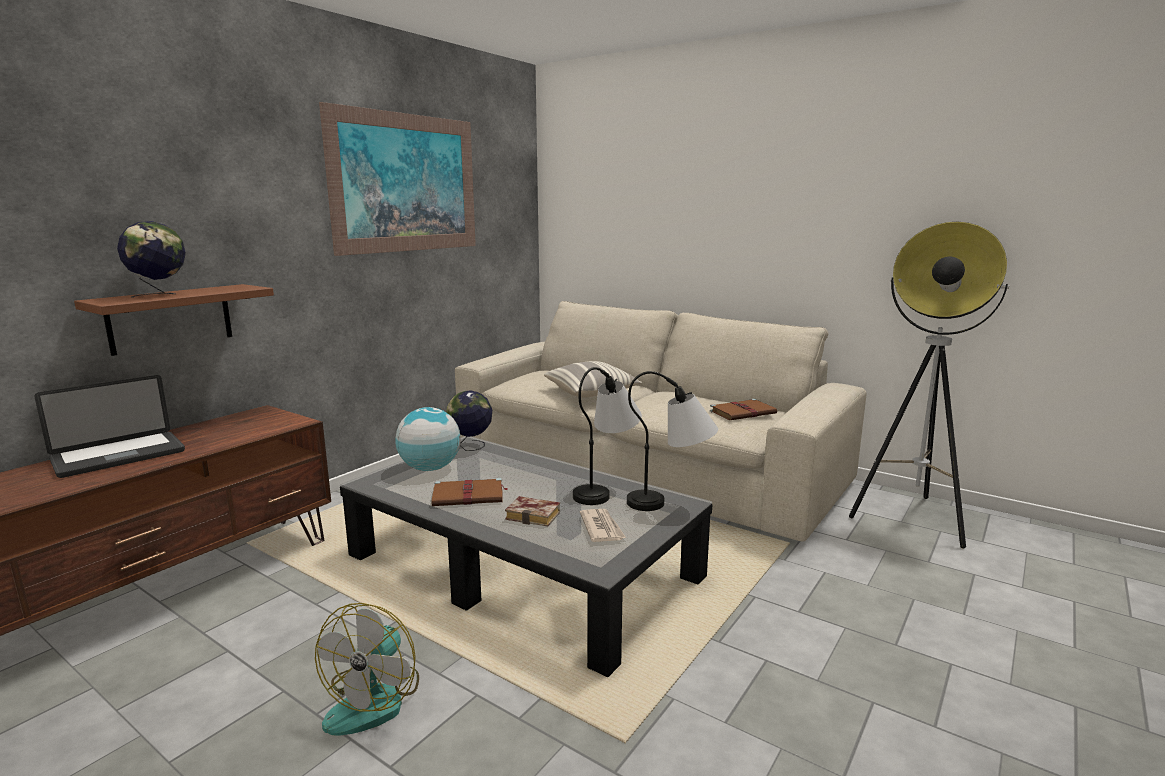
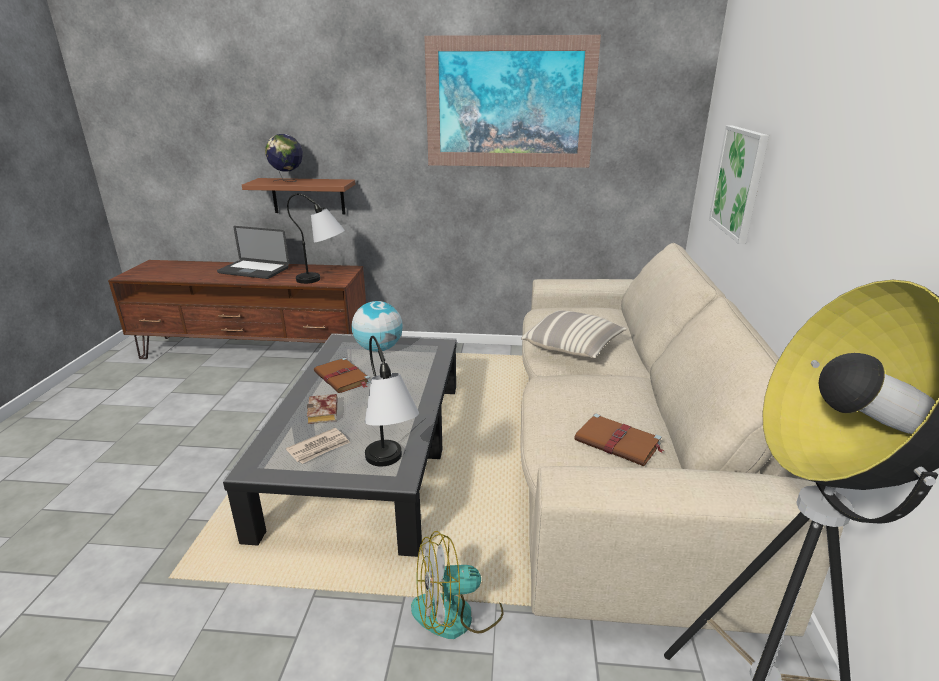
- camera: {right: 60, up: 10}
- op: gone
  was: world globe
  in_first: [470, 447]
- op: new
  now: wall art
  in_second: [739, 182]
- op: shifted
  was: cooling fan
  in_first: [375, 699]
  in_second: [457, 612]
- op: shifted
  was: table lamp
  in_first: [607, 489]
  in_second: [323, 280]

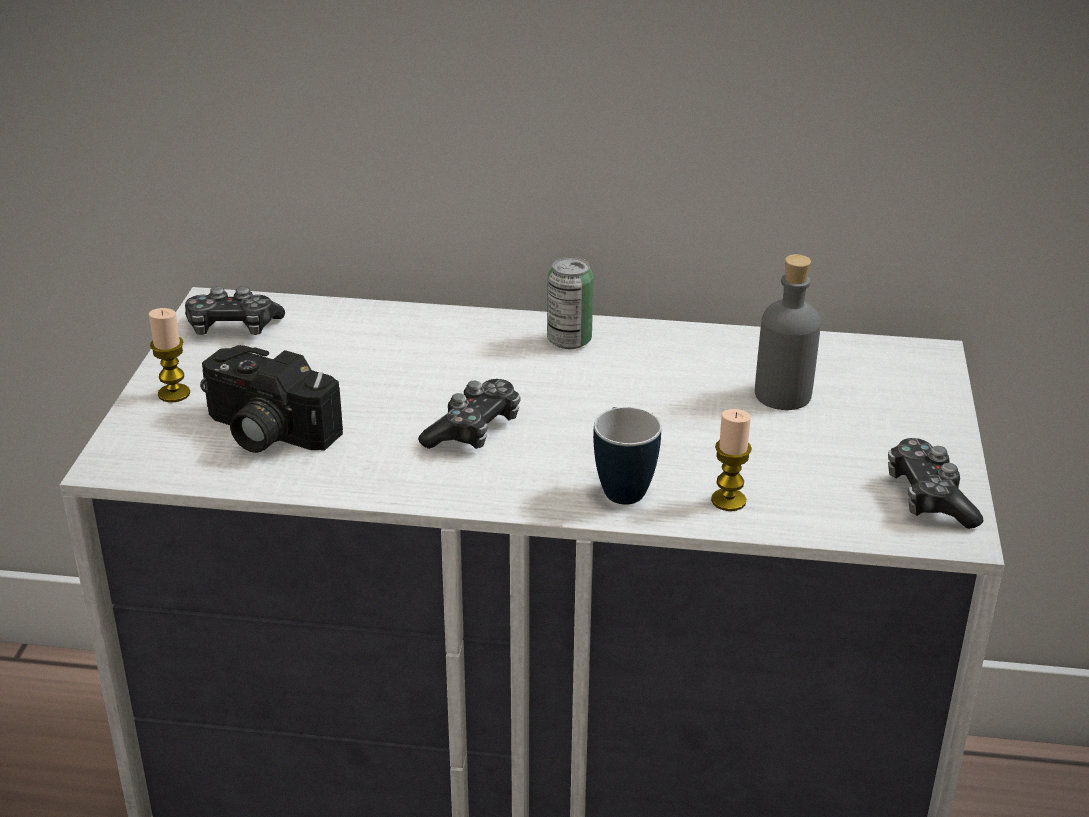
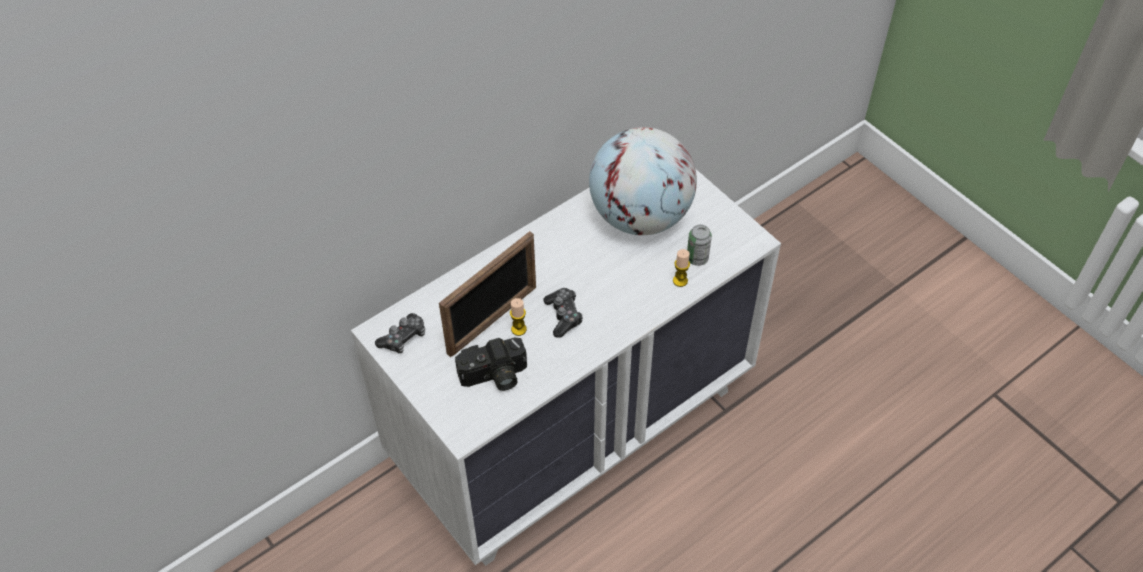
- camera: {right: -45, up: 20}
- op: gone
  was: mug
  in_first: [621, 487]
- op: gone
  was: gamepad
  in_first: [929, 498]
- op: new
  now: picture frame
  in_second: [493, 320]
- op: shifted
  was: candle
  in_first: [174, 394]
  in_second: [518, 329]
- op: shifted
  was: can
  in_first: [569, 340]
  in_second: [697, 258]
- op: swapped
  was: beverage bottle in greyish
  now: world globe
  in_first: [783, 395]
  in_second: [640, 216]

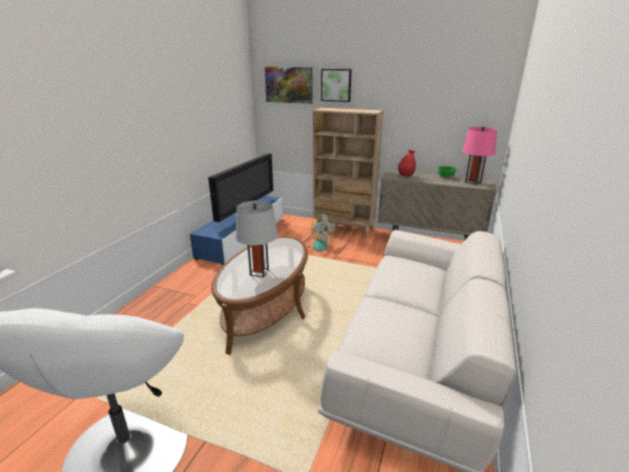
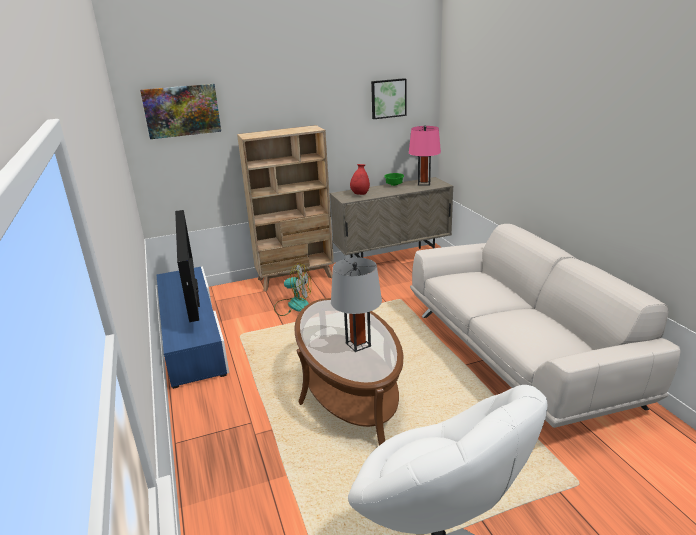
- camera: {right: -40, up: 0}
- op: shifted
  was: wall art
  in_first: [336, 85]
  in_second: [388, 98]

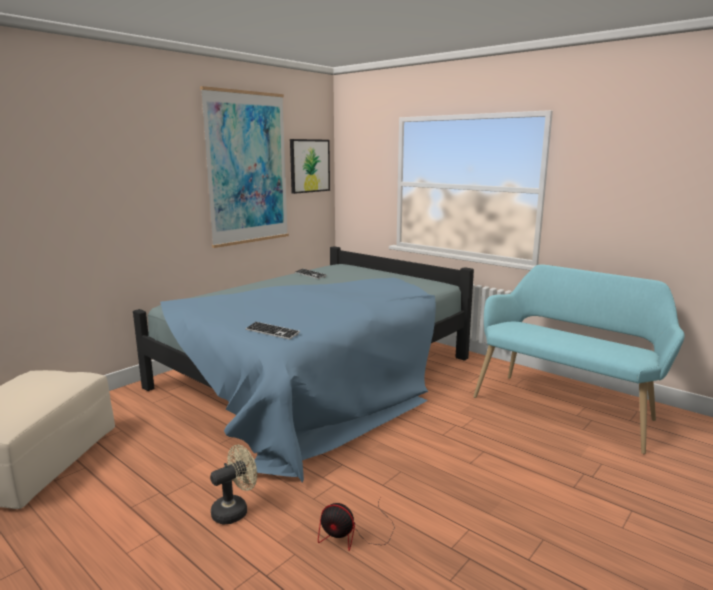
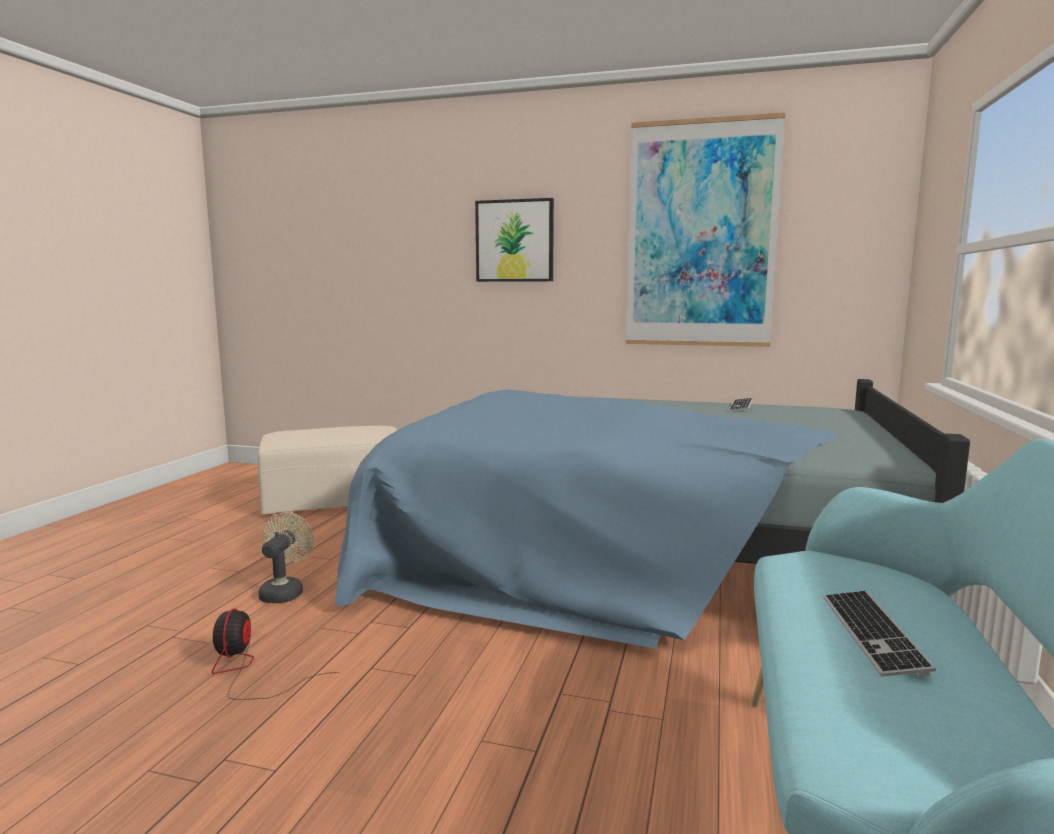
- camera: {right: 65, up: -5}
- op: shifted
  was: keyboard
  in_first: [272, 332]
  in_second: [872, 634]
- op: shifted
  was: wall art
  in_first: [309, 166]
  in_second: [514, 241]
- op: rotated
  was: cooling fan in sand-coloured
  in_first: [235, 510]
  in_second: [284, 591]
  clockwise: -105

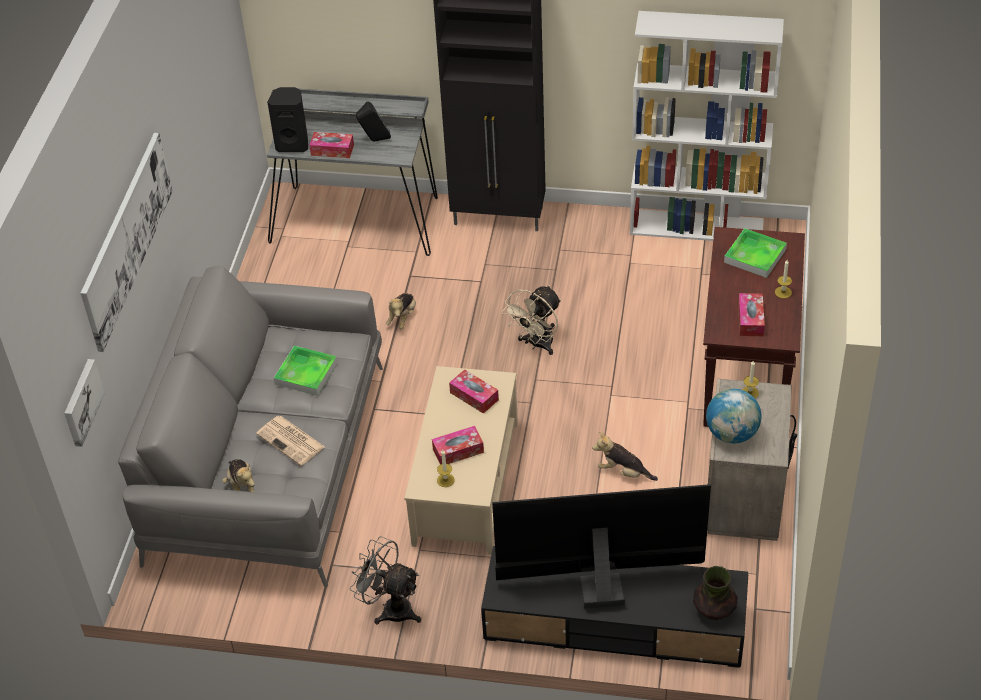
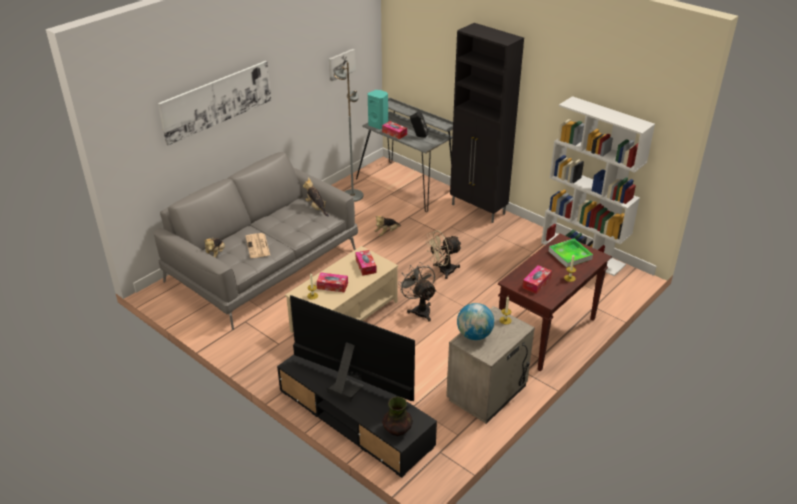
- camera: {right: 30, up: -10}
- op: gone
  was: carrying tray
  in_first: [306, 373]
- op: new
  now: standing lamp in greyish
  in_second: [352, 196]
- op: shifted
  was: wall art
  in_first: [81, 402]
  in_second: [341, 64]
- op: shifted
  was: cooling fan in greyish
  in_first: [390, 608]
  in_second: [419, 309]
- op: shifted
  was: cuddly toy
  in_first: [623, 472]
  in_second: [316, 208]
- op: repainted
  was: loudspeaker in blackish
  now: loudspeaker in turquoise
  in_first: [293, 144]
  in_second: [379, 125]

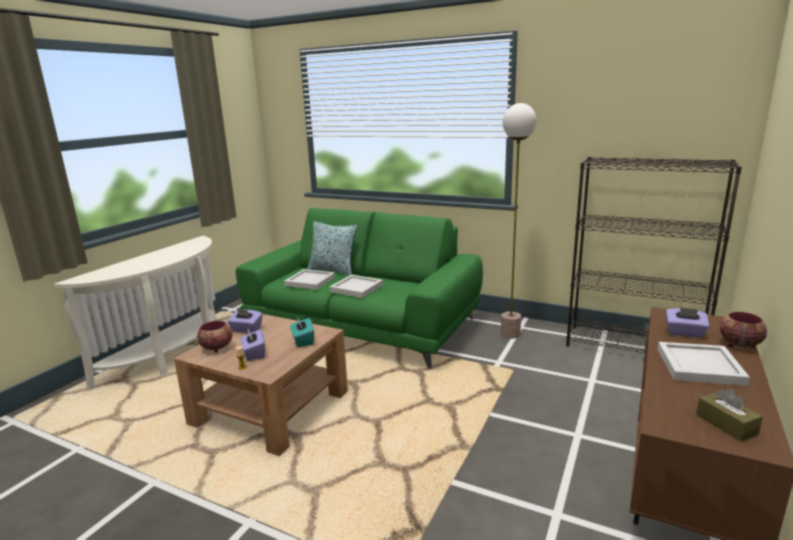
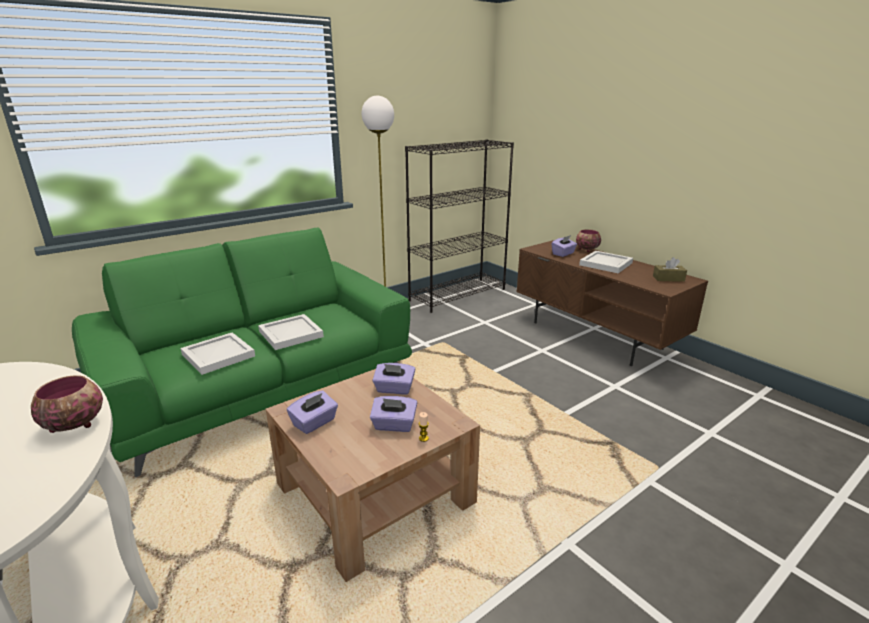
- camera: {right: -65, up: 5}
- op: gone
  was: pillow
  in_first: [333, 271]
- op: shifted
  was: serving bowl
  in_first: [217, 348]
  in_second: [74, 424]
- op: repainted
  was: box of tissues in turquoise
  now: box of tissues in purplish
  in_first: [303, 340]
  in_second: [394, 389]

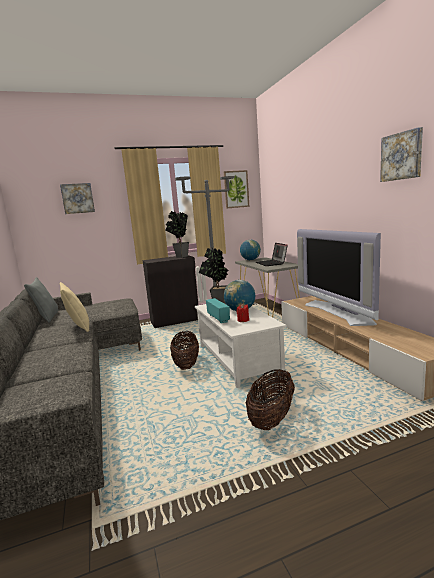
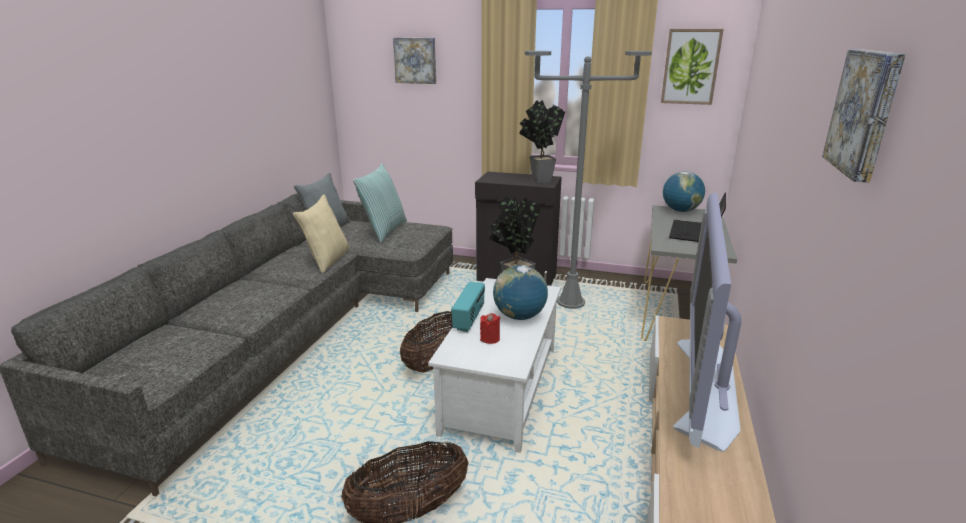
- camera: {right: 35, up: 10}
- op: new
  now: pillow
  in_second: [383, 231]

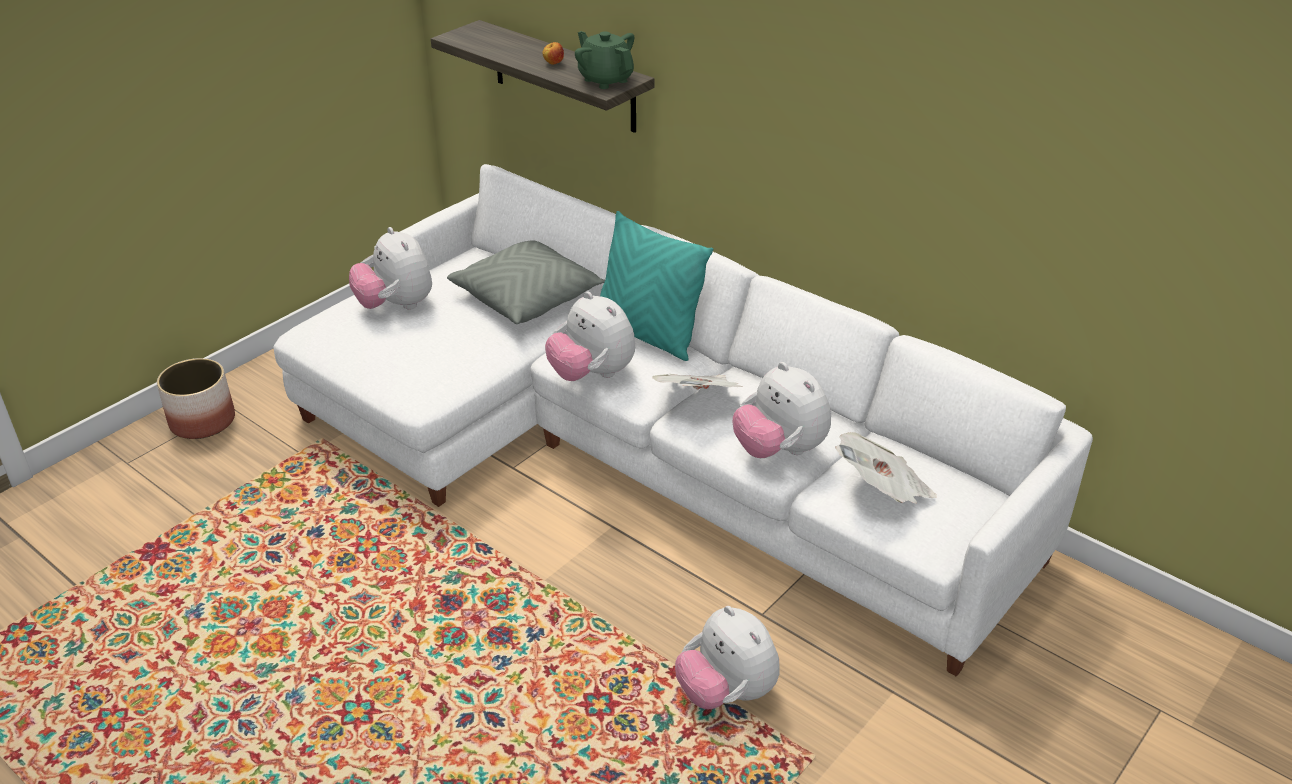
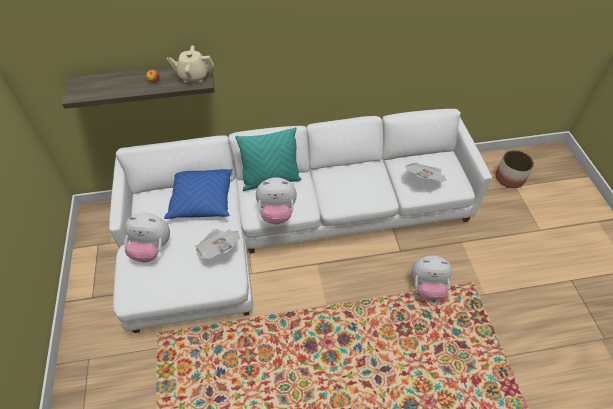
- camera: {right: -50, up: 15}
- op: gone
  was: cuddly toy
  in_first: [779, 450]
- op: shifted
  was: flower pot
  in_first: [203, 421]
  in_second: [509, 178]
- op: shifted
  was: printed paper
  in_first: [698, 400]
  in_second: [219, 249]
- op: repainted
  was: pillow in greyish
  now: pillow in bluish
  in_first: [528, 297]
  in_second: [202, 200]
- op: repainted
  was: tea pot in greenish
  now: tea pot in sand-coloured
  in_first: [605, 80]
  in_second: [193, 76]

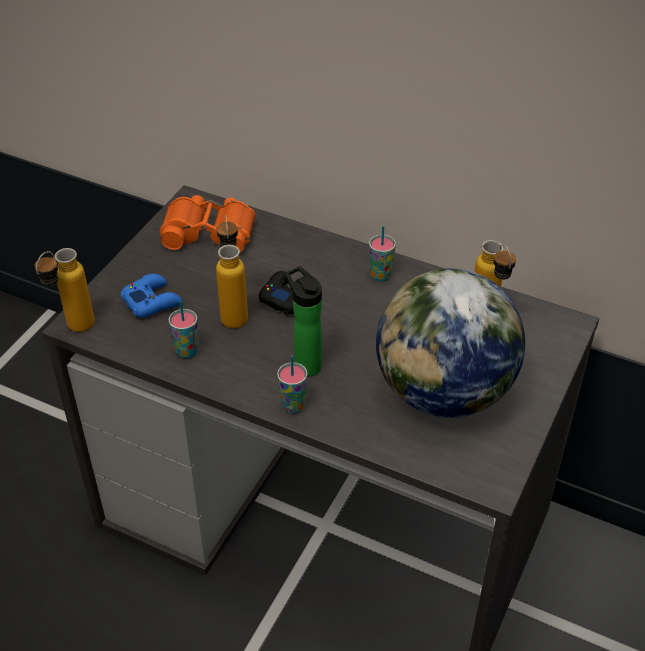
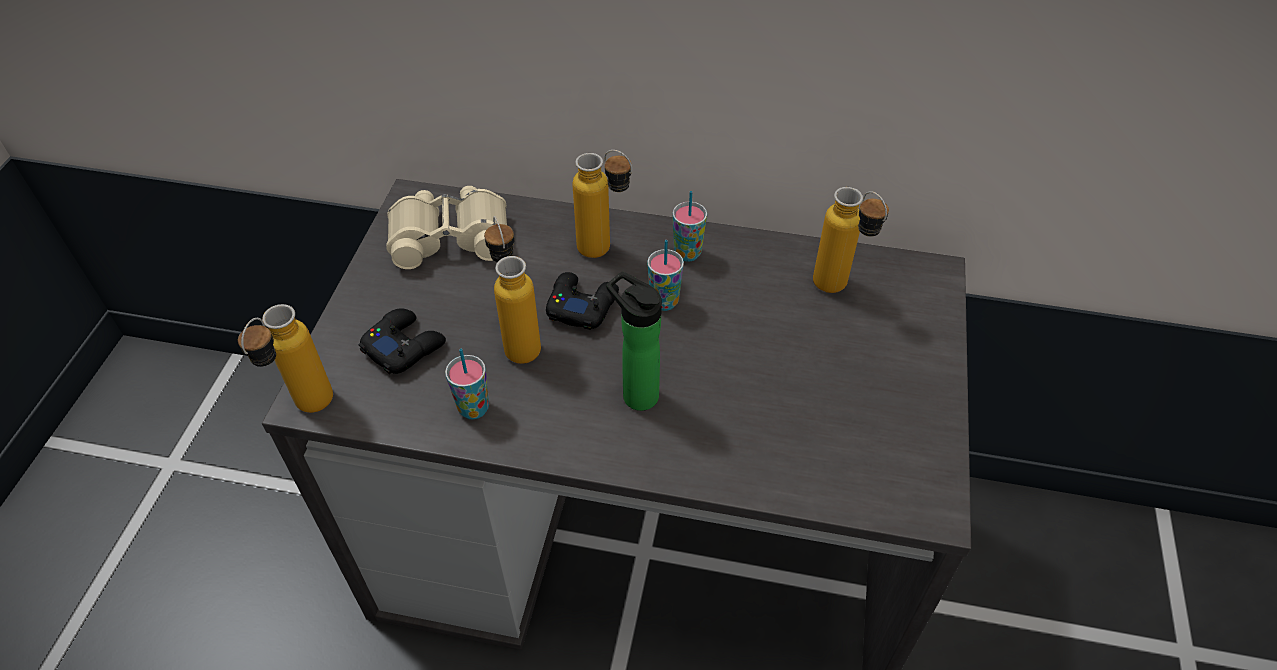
- camera: {right: -15, up: 5}
- op: gone
  was: world globe
  in_first: [444, 393]
- op: new
  now: beverage bottle
  in_second: [605, 252]
- op: shifted
  was: cup
  in_first: [293, 405]
  in_second: [664, 302]
- op: repainted
  was: gamepad in bluish
  now: gamepad in blackish
  in_first: [152, 301]
  in_second: [404, 346]
- op: repainted
  was: field glasses in orangey
  now: field glasses in sand-coloured
  in_first: [209, 232]
  in_second: [450, 236]

